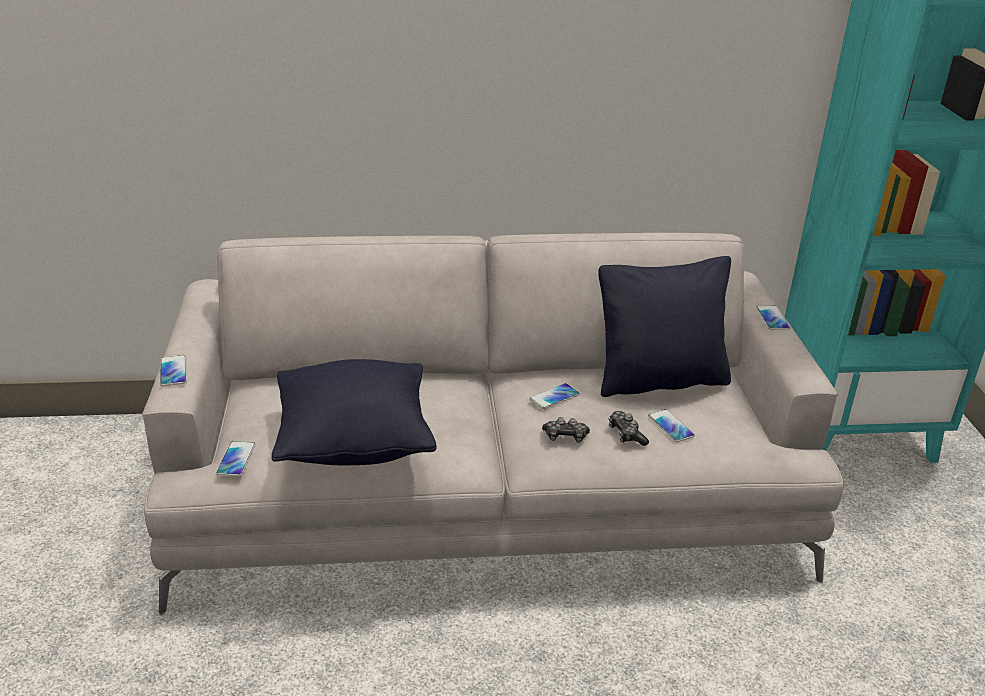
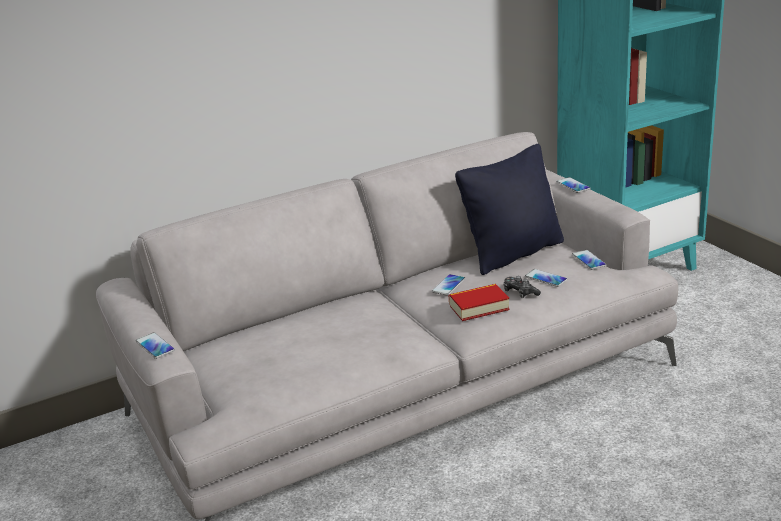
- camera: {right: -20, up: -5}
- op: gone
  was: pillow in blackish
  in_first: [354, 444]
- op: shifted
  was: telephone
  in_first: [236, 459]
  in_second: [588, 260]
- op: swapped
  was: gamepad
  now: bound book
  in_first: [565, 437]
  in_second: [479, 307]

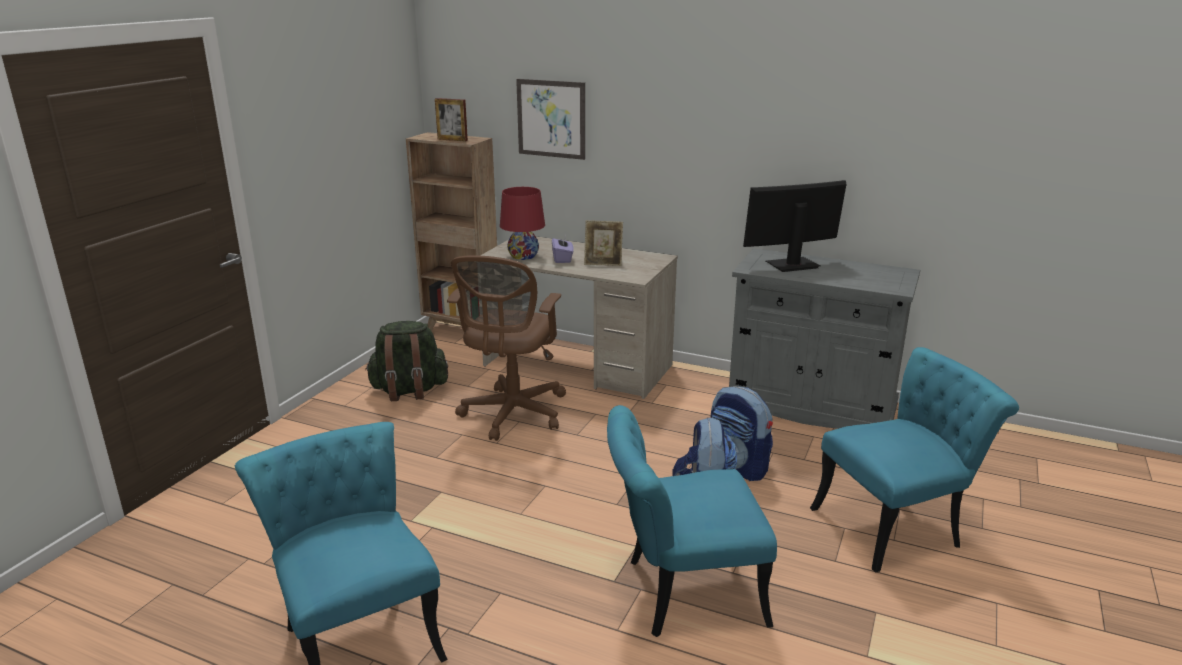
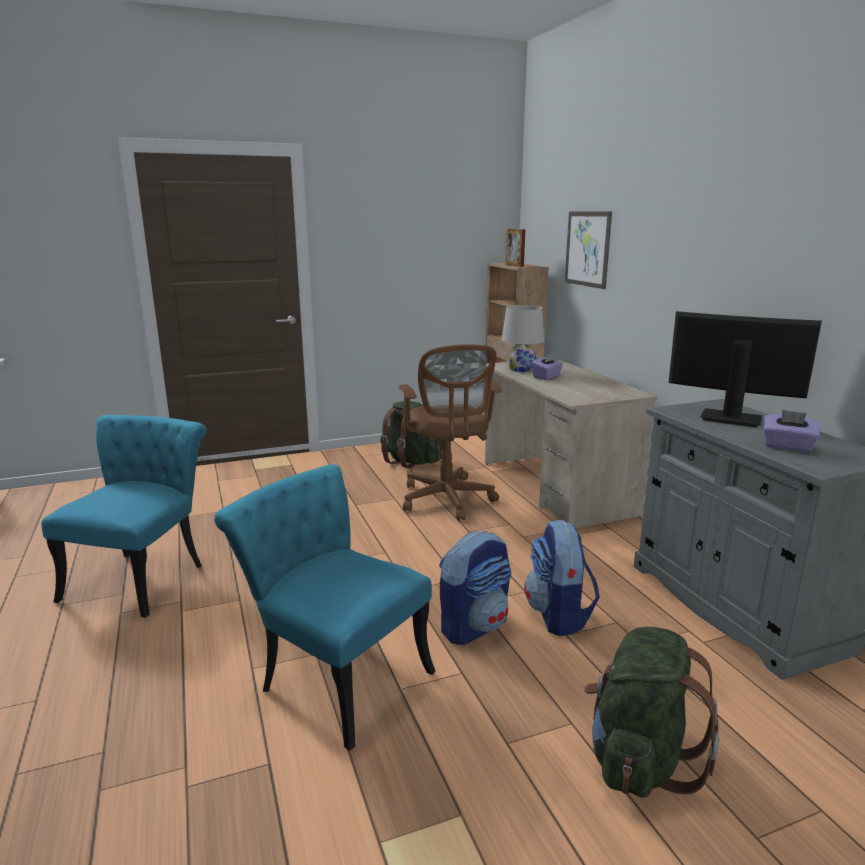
- camera: {right: 45, up: -5}
- op: gone
  was: picture frame
  in_first: [603, 263]
- op: new
  now: box of tissues in purplish
  in_second: [787, 446]
- op: swapped
  was: plain chair in turquoise
  now: backpack in greenish
  in_first: [897, 525]
  in_second: [639, 759]
- op: repainted
  was: table lamp in red
  now: table lamp in white-coloured
  in_first: [523, 256]
  in_second: [521, 369]
- op: rotated
  was: desk chair in brown
  in_first: [512, 415]
  in_second: [447, 500]
  clockwise: -75

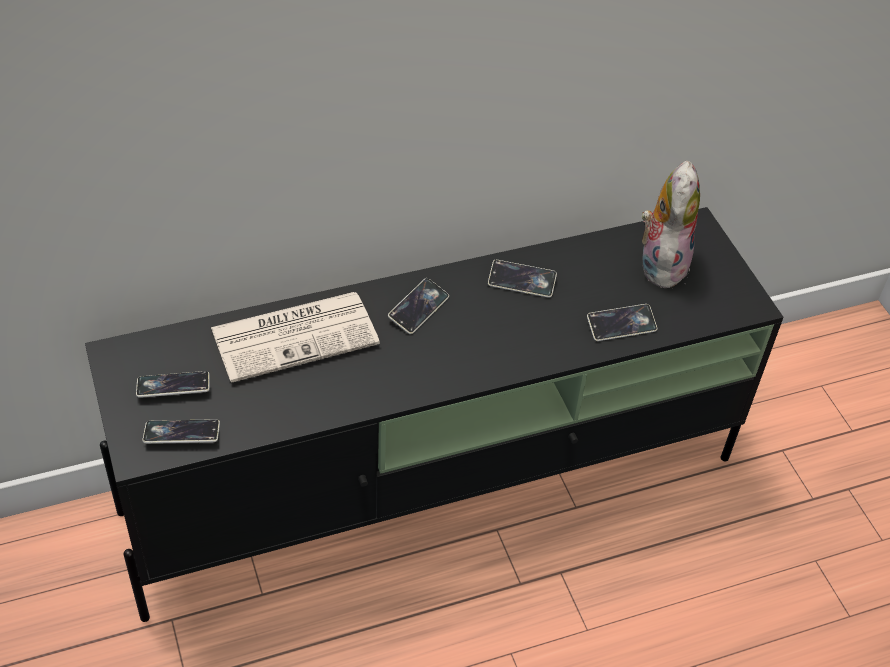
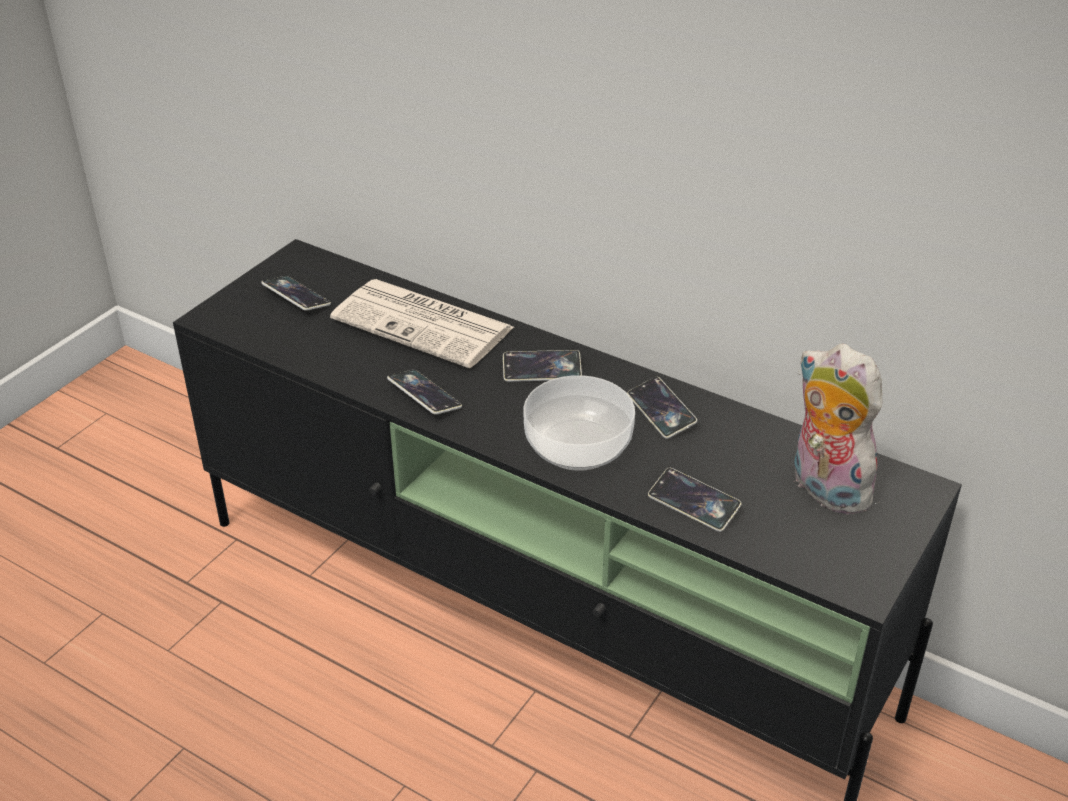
- camera: {right: 55, up: -10}
- op: new
  now: serving bowl
  in_second: [576, 445]
- op: shifted
  was: telephone
  in_first: [182, 434]
  in_second: [424, 396]
- op: rotated
  was: cuddly toy
  in_first: [660, 262]
  in_second: [823, 489]
  clockwise: -105

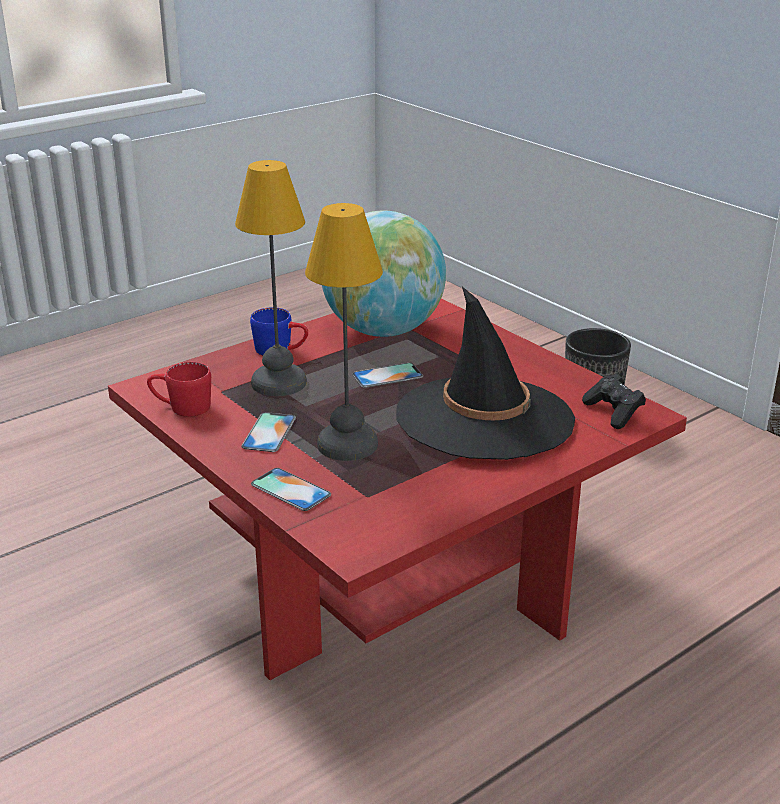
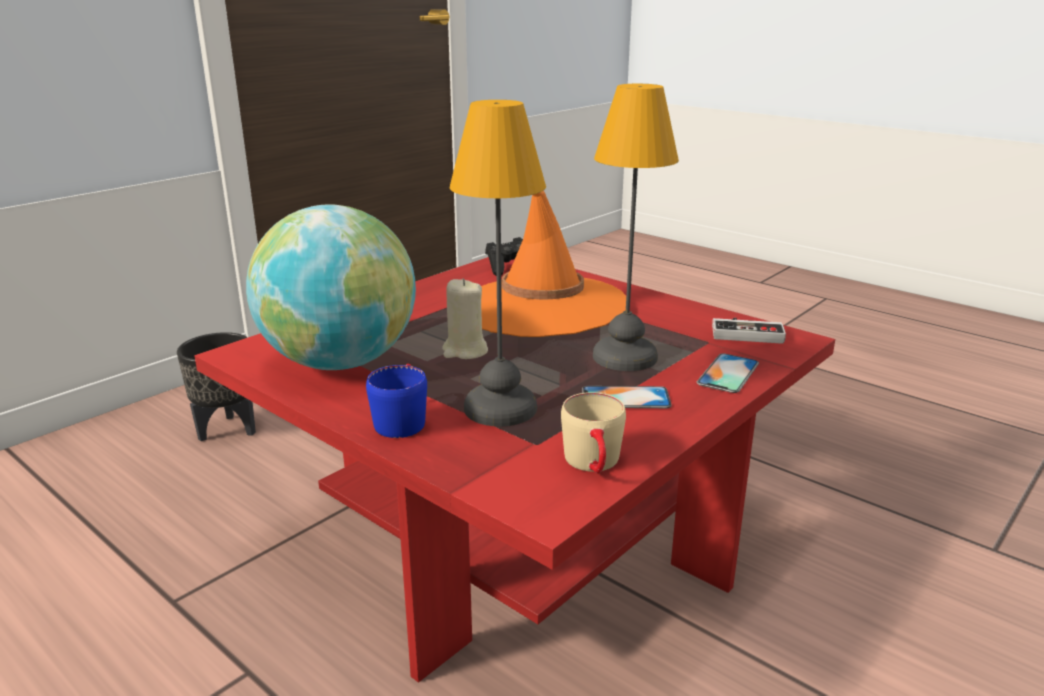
- camera: {right: -100, up: -5}
- op: new
  now: gamepad
  in_second: [746, 332]
- op: swapped
  was: telephone
  now: candle in sand-coloured
  in_first: [387, 376]
  in_second: [465, 351]
- op: repainted
  was: mug in red
  now: mug in sand-coloured
  in_first: [181, 407]
  in_second: [594, 465]
- op: repainted
  was: clothing hat in blackish
  now: clothing hat in orangey
  in_first: [484, 418]
  in_second: [541, 307]

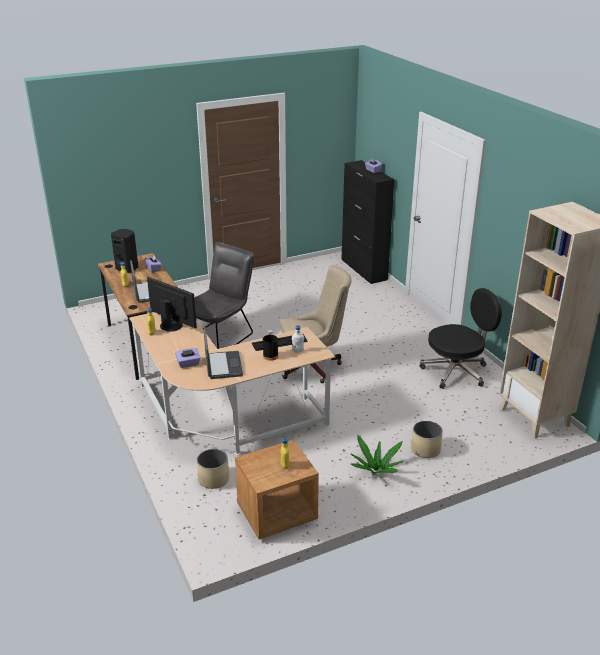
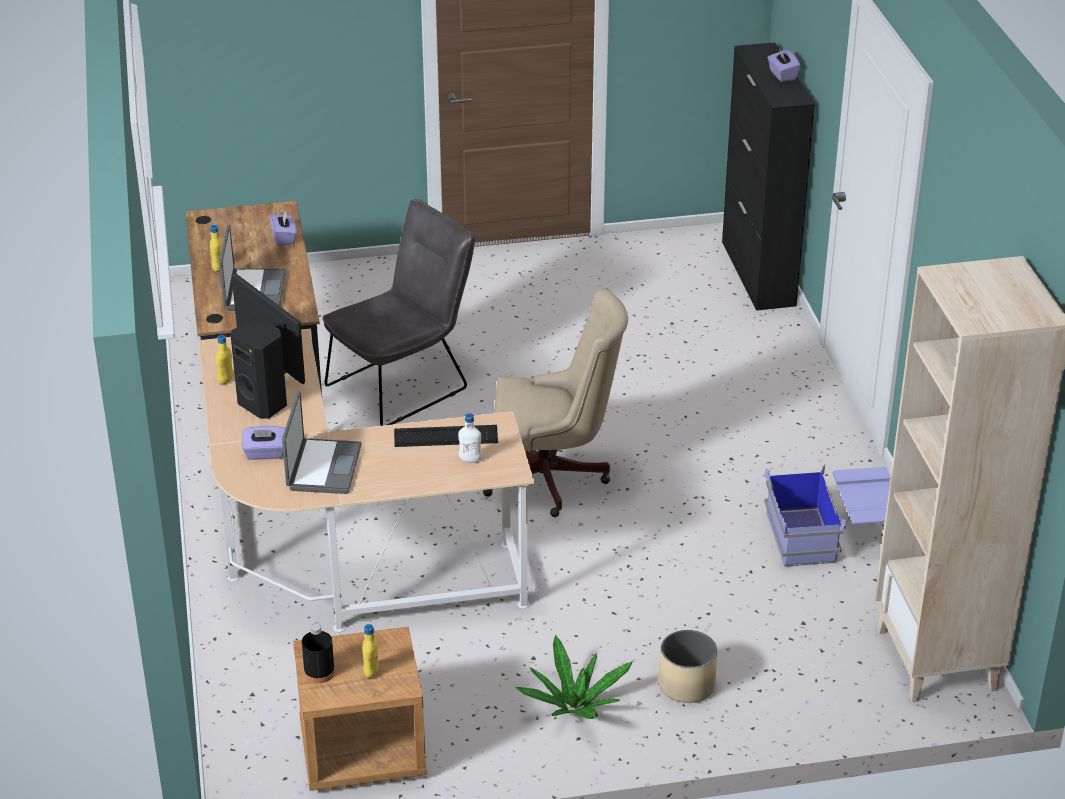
- camera: {right: 15, up: 5}
- op: gone
  was: flower pot in sand-coloured
  in_first: [213, 479]
- op: shifted
  was: loudspeaker in blackish
  in_first: [127, 268]
  in_second: [264, 404]
- op: shifted
  was: beverage bottle in blackish
  in_first: [270, 356]
  in_second: [319, 672]
- op: swapped
  was: desk chair in blackish
  now: storage box in bluish
  in_first: [456, 371]
  in_second: [831, 536]

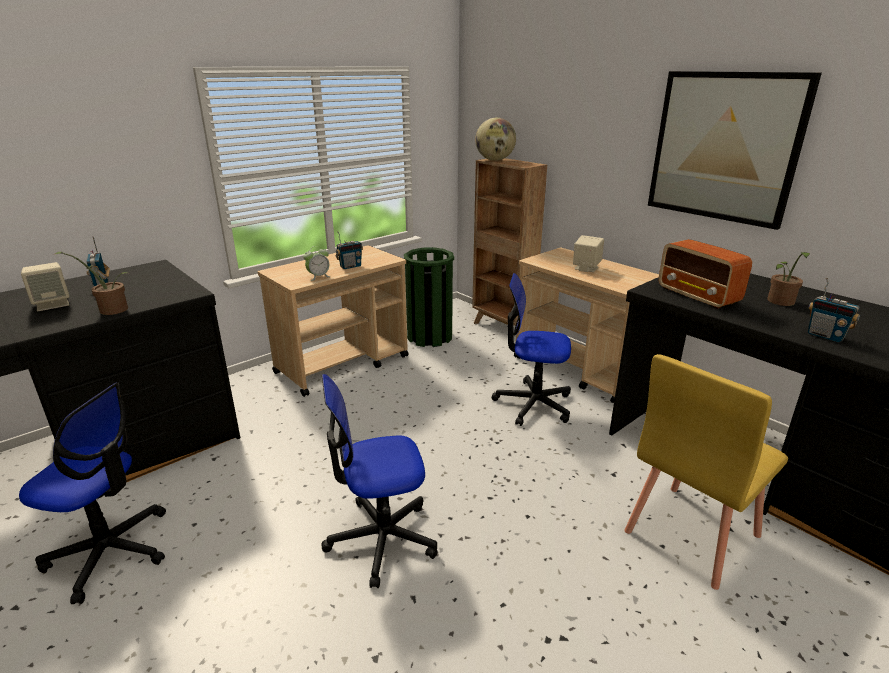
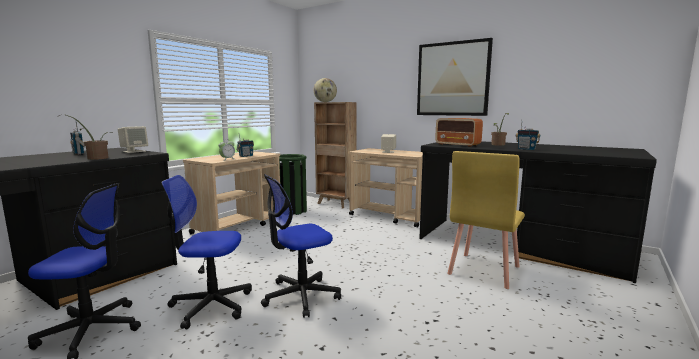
- camera: {right: -15, up: -15}
- op: shifted
  was: loudspeaker in sand-coloured
  in_first: [53, 304]
  in_second: [134, 151]
- op: shifted
  was: desk chair
  in_first: [533, 404]
  in_second: [211, 305]

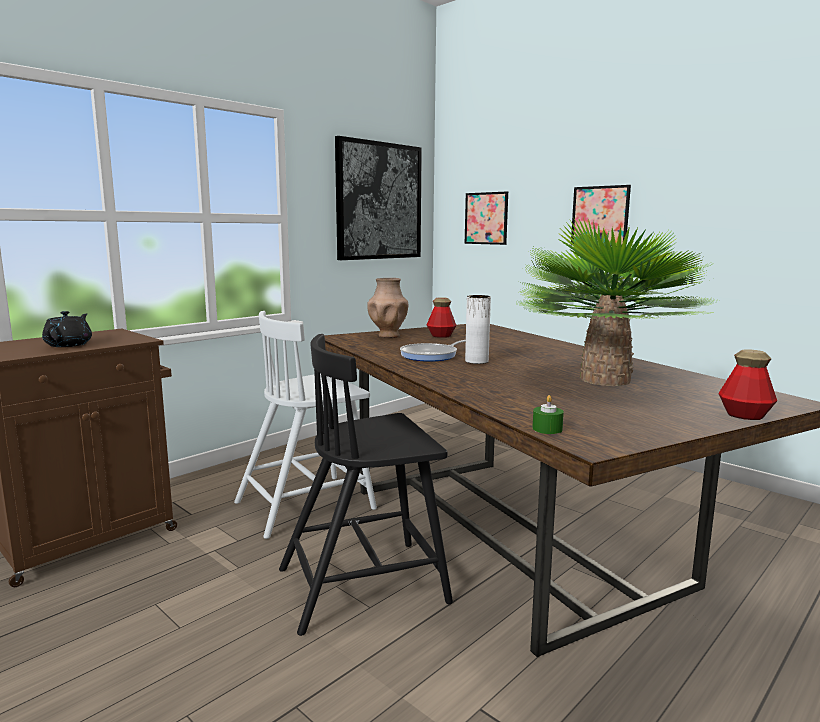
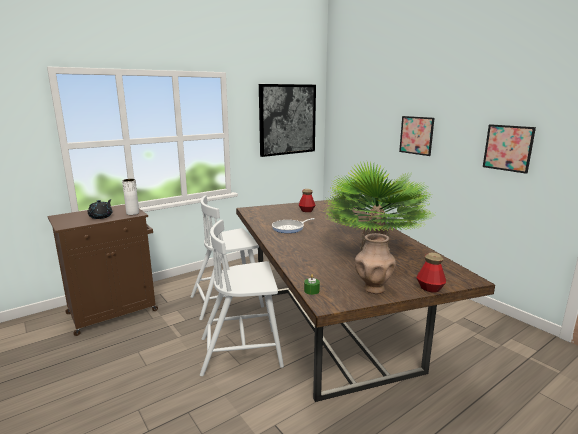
- camera: {right: 10, up: 5}
- op: shifted
  was: flower vase in brown
  in_first: [388, 336]
  in_second: [373, 289]
- op: shifted
  was: wall art
  in_first: [486, 218]
  in_second: [508, 148]
- op: shifted
  was: flower vase in white-coloured
  in_first: [476, 361]
  in_second: [132, 213]
- op: repainted
  was: plain chair in blackish
  now: plain chair in white-coloured
  in_first: [365, 584]
  in_second: [242, 351]

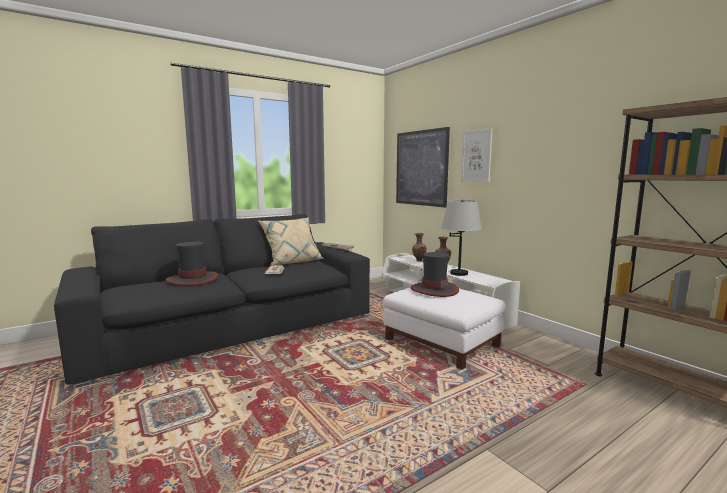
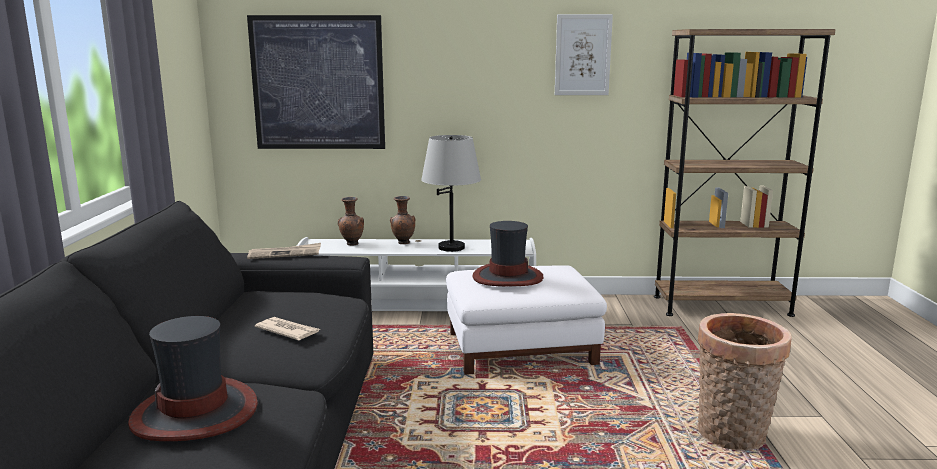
- camera: {right: -55, up: 5}
- op: gone
  was: pillow in sand-coloured
  in_first: [292, 262]
- op: new
  now: household basket
  in_second: [732, 436]
- op: shifted
  was: wall art
  in_first: [476, 156]
  in_second: [582, 55]

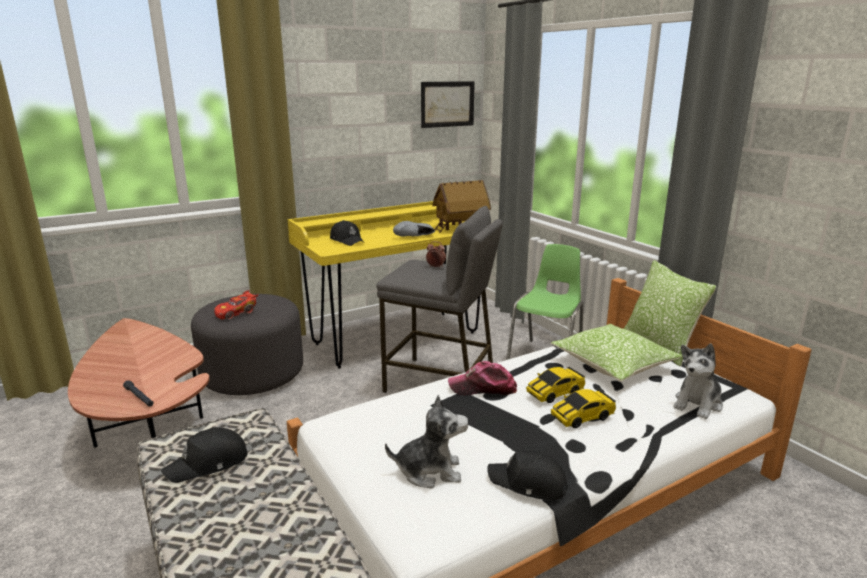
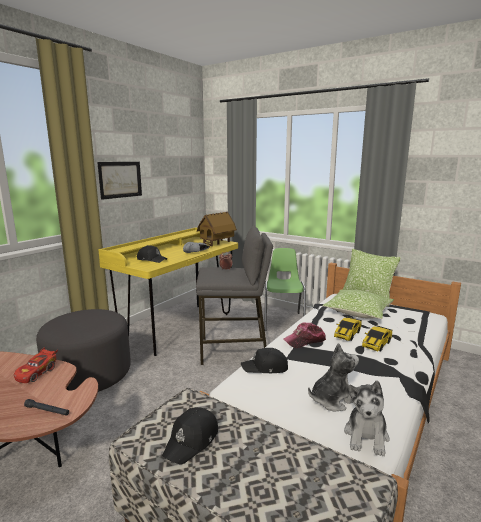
- camera: {right: -25, up: -5}
- op: shifted
  was: model car in red
  in_first: [237, 313]
  in_second: [37, 373]
- op: shifted
  was: wall art
  in_first: [447, 104]
  in_second: [120, 179]
- op: shifted
  was: baseball cap in blackish
  in_first: [527, 483]
  in_second: [265, 368]
- op: shifted
  was: cuddly toy
  in_first: [698, 404]
  in_second: [366, 436]

